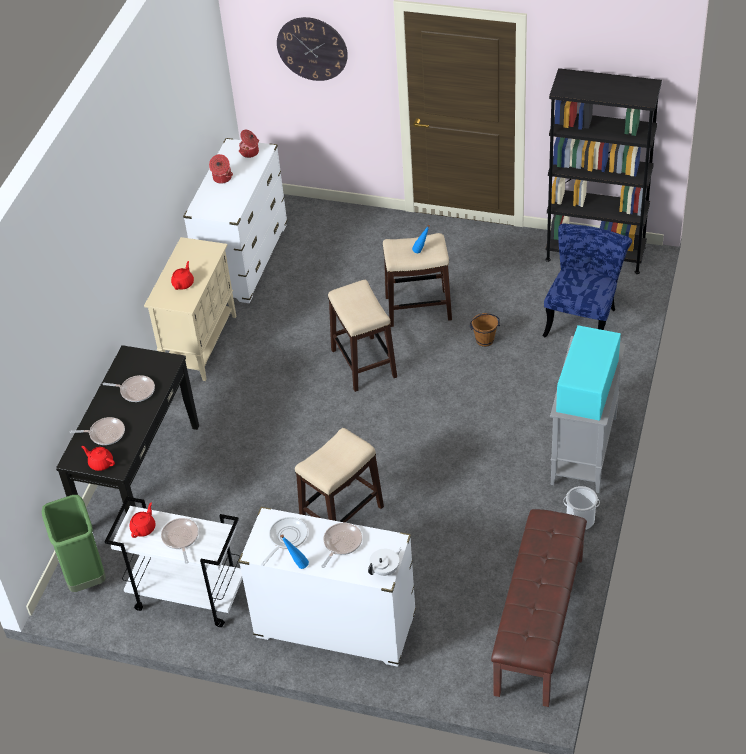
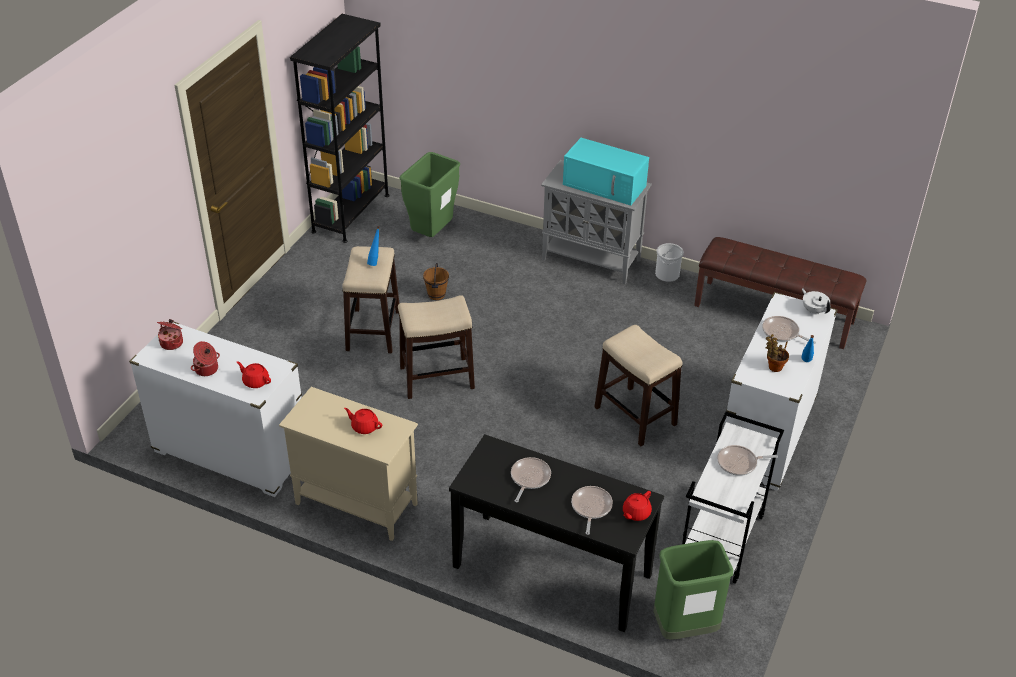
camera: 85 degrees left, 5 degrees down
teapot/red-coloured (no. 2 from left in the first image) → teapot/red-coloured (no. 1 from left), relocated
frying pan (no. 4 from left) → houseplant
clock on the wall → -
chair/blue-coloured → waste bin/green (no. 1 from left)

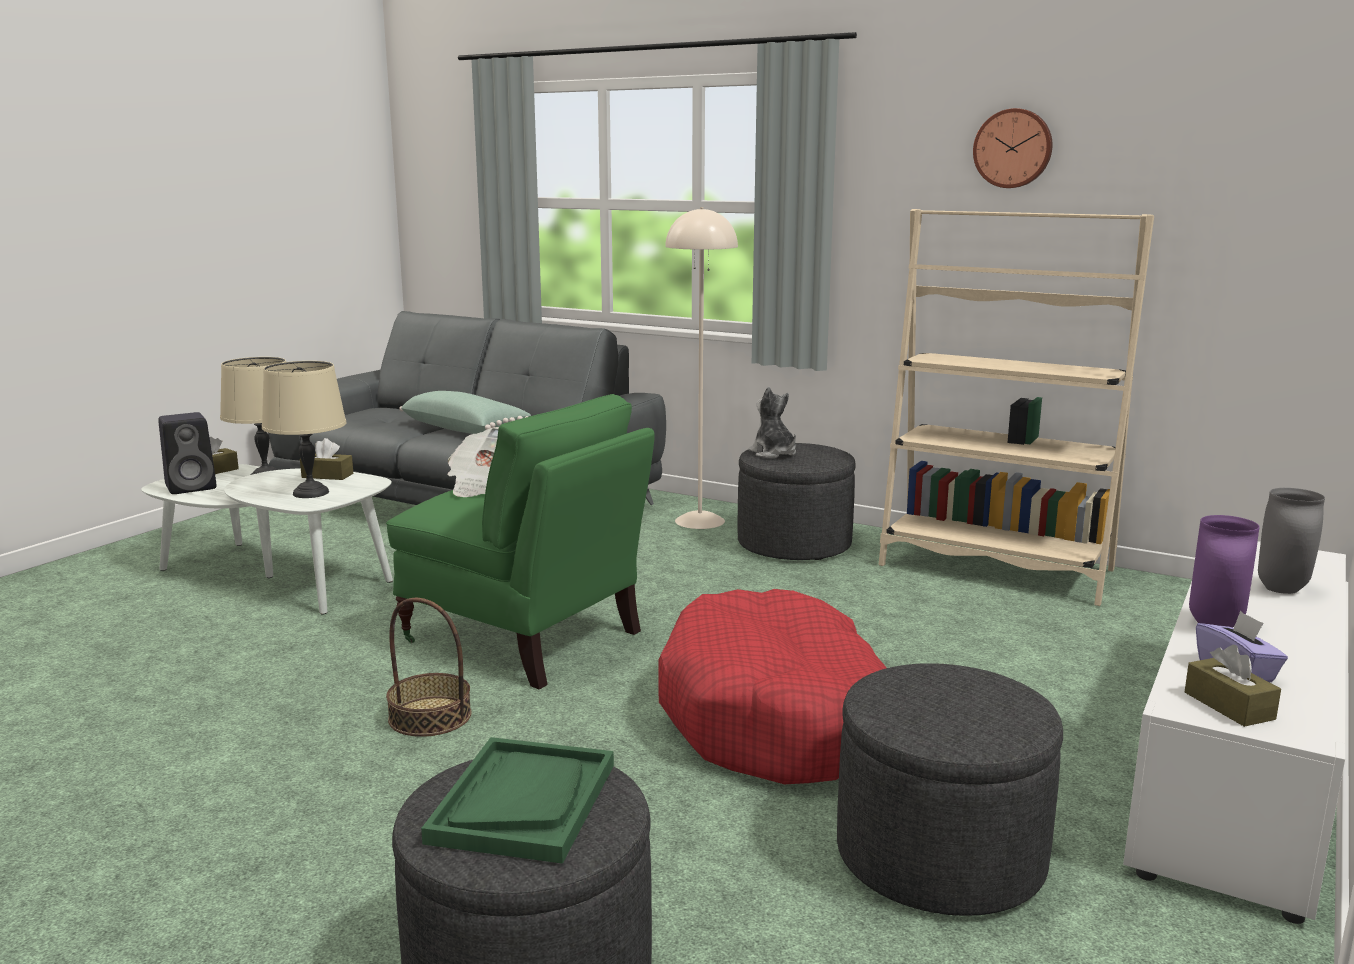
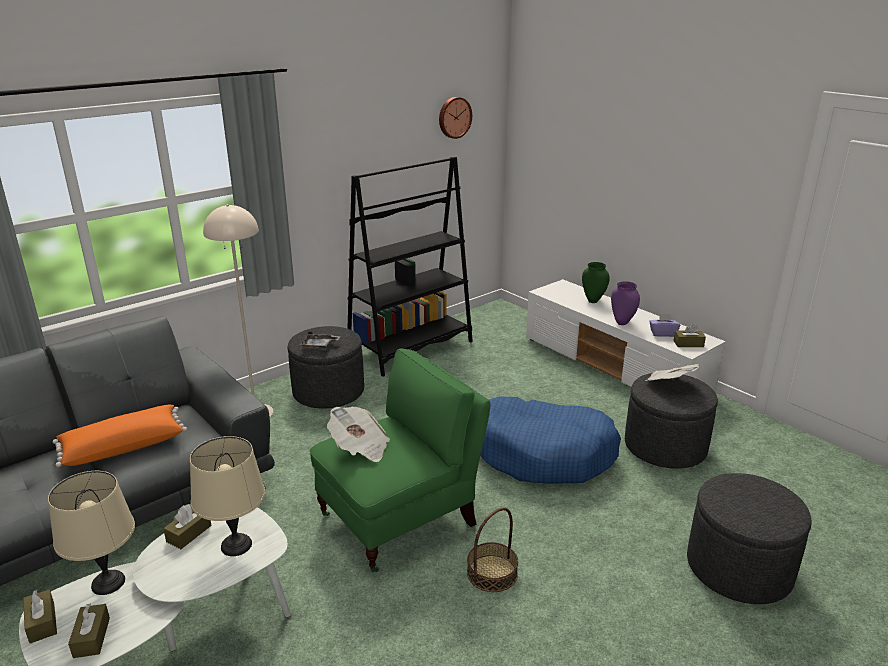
camera: 70 degrees left, 10 degrees up
speaker/blackish → tissue holder/brown-coloured (no. 2 from left)
cushion/green → cushion/orangey
carrying tray/green → -
pet bed/red-coloured → pet bed/blue-coloured
plush toy → carrying tray/grey
shelving unit/beige → shelving unit/blackish
clock on the wall, relocated
flower vase/grey → flower vase/green
- → daily paper (no. 2 from left)

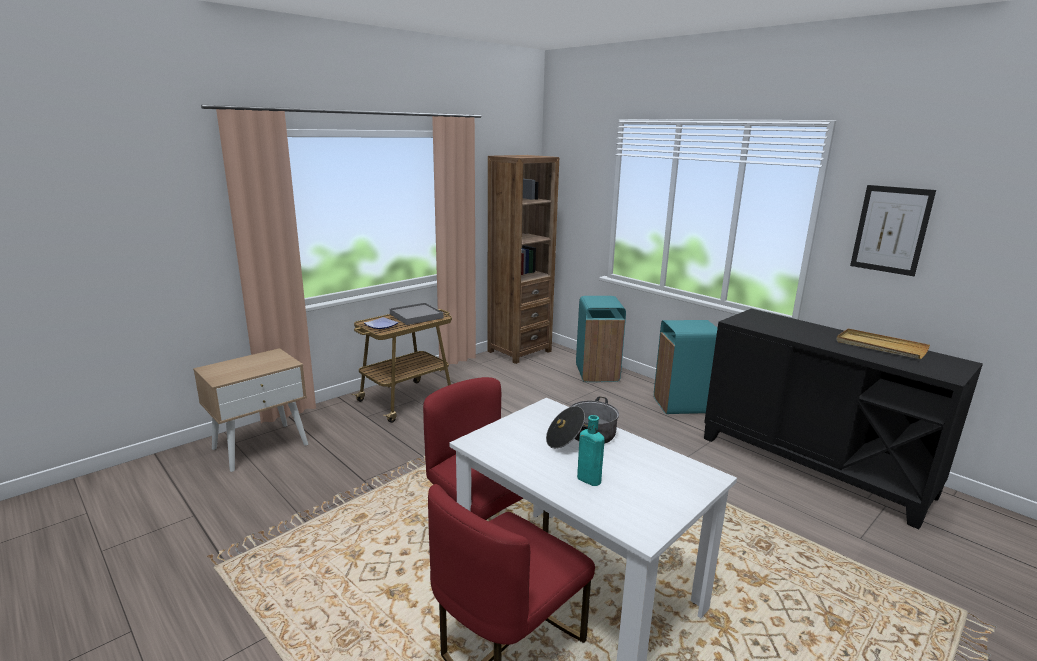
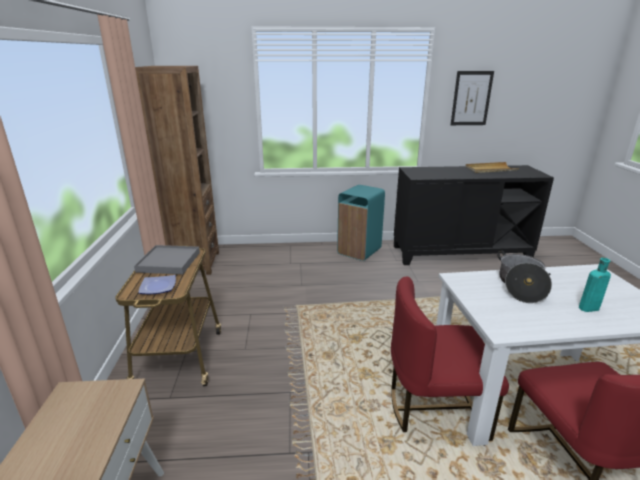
camera: 50 degrees left, 5 degrees up
waste bin/blue-green (no. 1 from left) → -

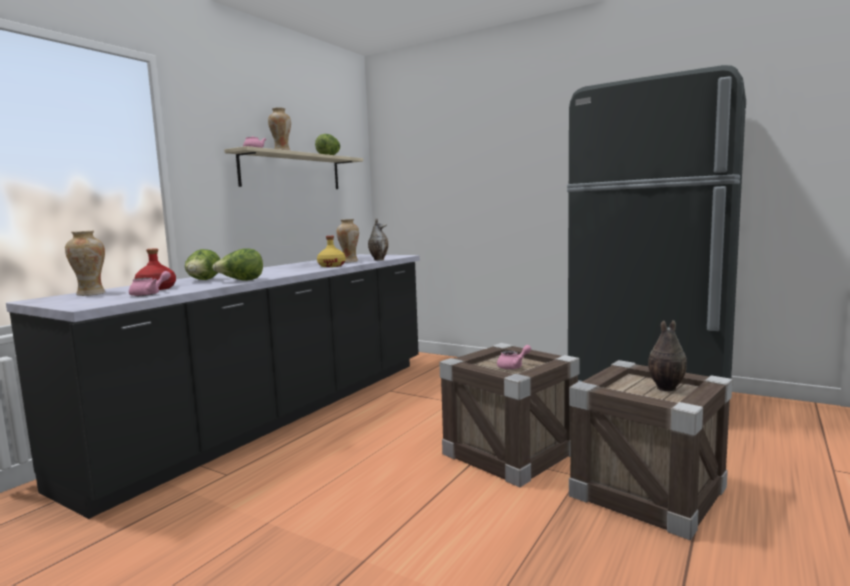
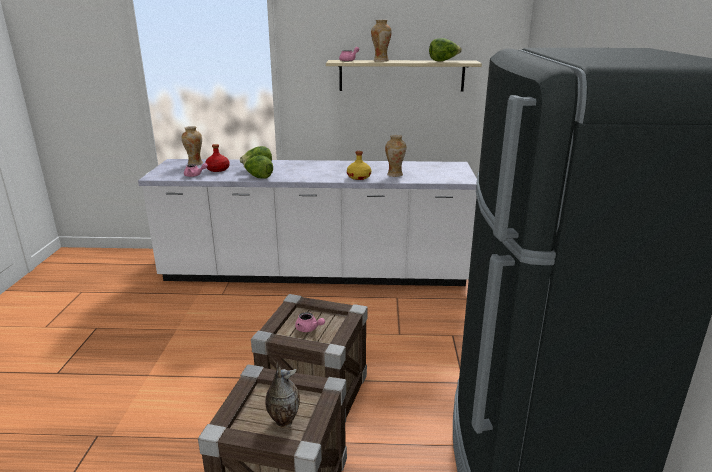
camera: 60 degrees right, 15 degrees up
kitchen counter/blackish → kitchen counter/white-coloured
flower vase (no. 4 from left) → -

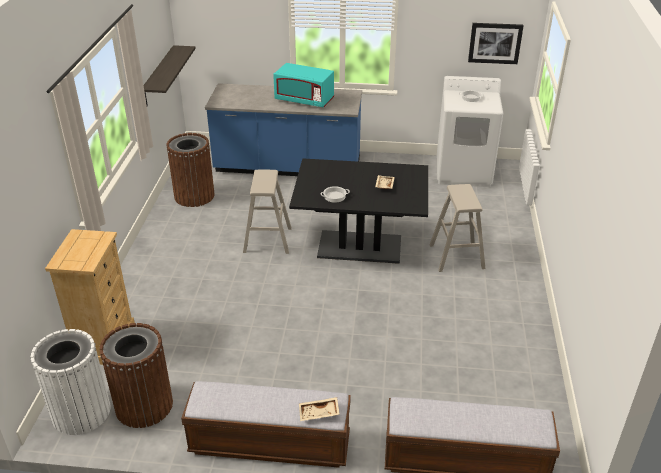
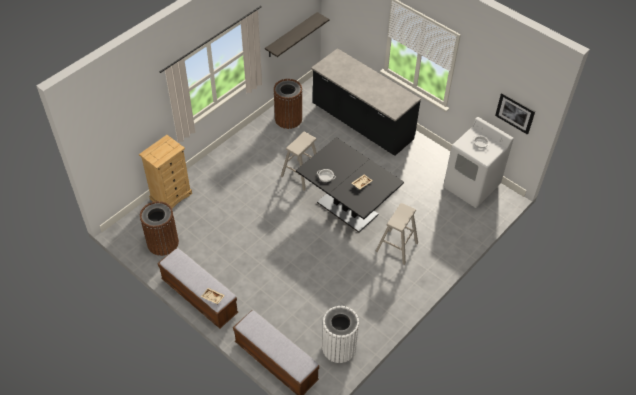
camera: 35 degrees right, 15 degrees up
waste bin/white-coloured, relocated
kitchen counter/blue-coloured → kitchen counter/blackish
kitchen microwave/blue-green → -

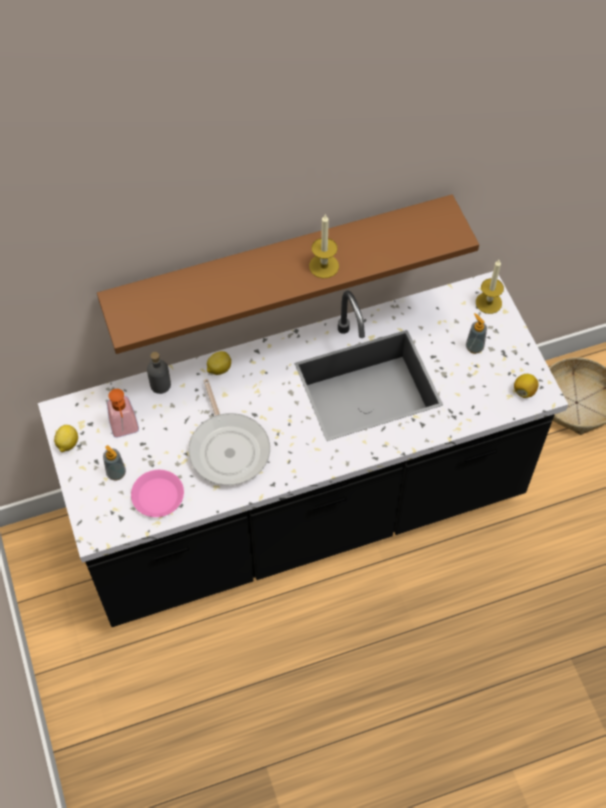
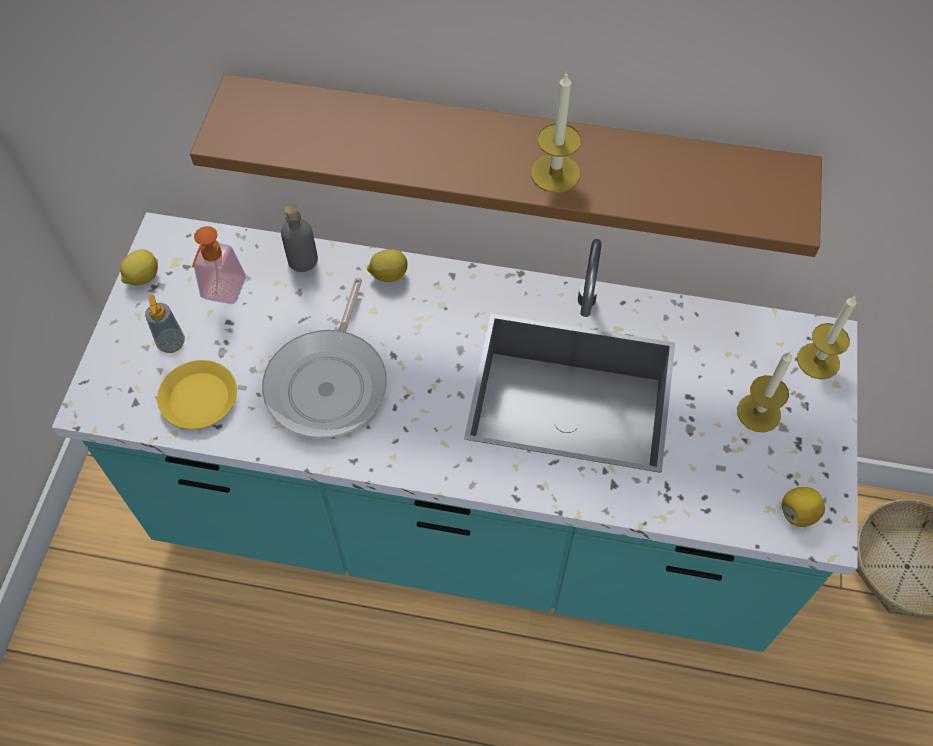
camera: 30 degrees right, 0 degrees up
kitchen counter/blackish → kitchen counter/blue-green
dinner plate/pink → dinner plate/yellow
liquid soap bottle (no. 3 from left) → wax candle (no. 2 from left)

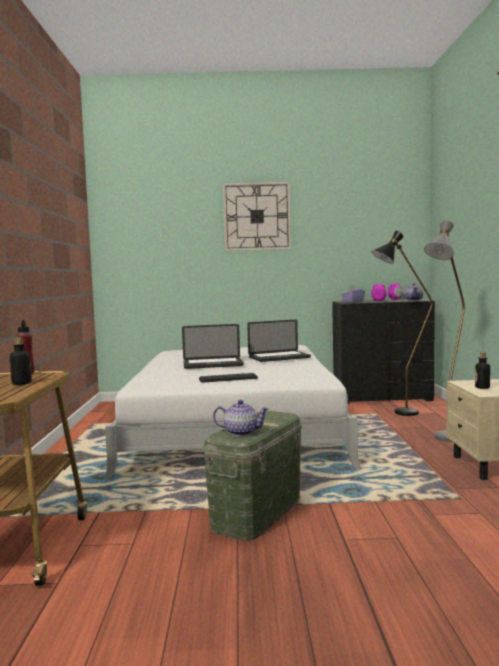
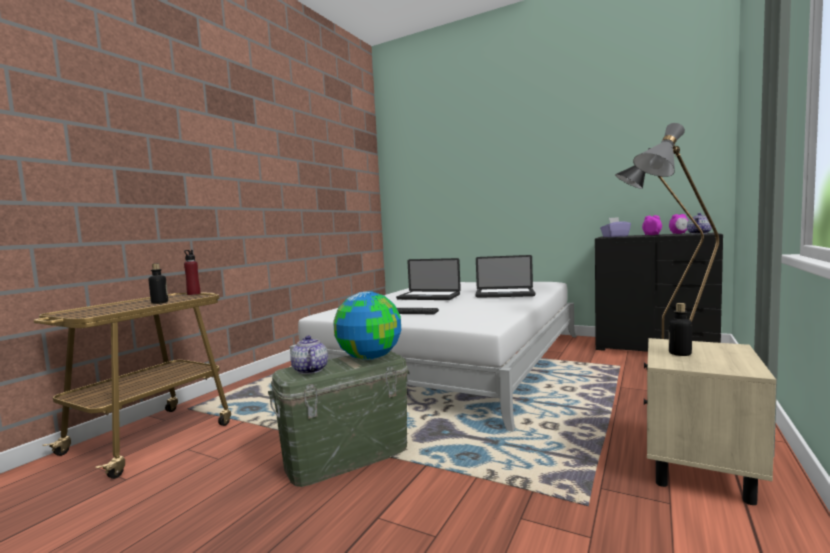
camera: 30 degrees right, 0 degrees up
teapot (no. 1 from left), 150 degrees counterclockwise
clock on the wall → -
- → globe

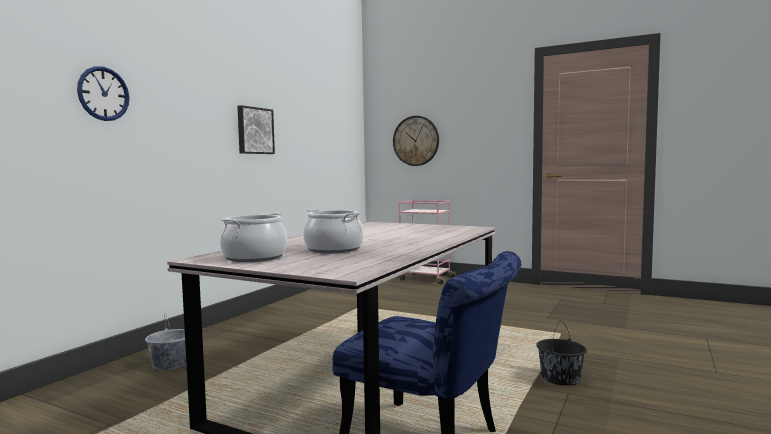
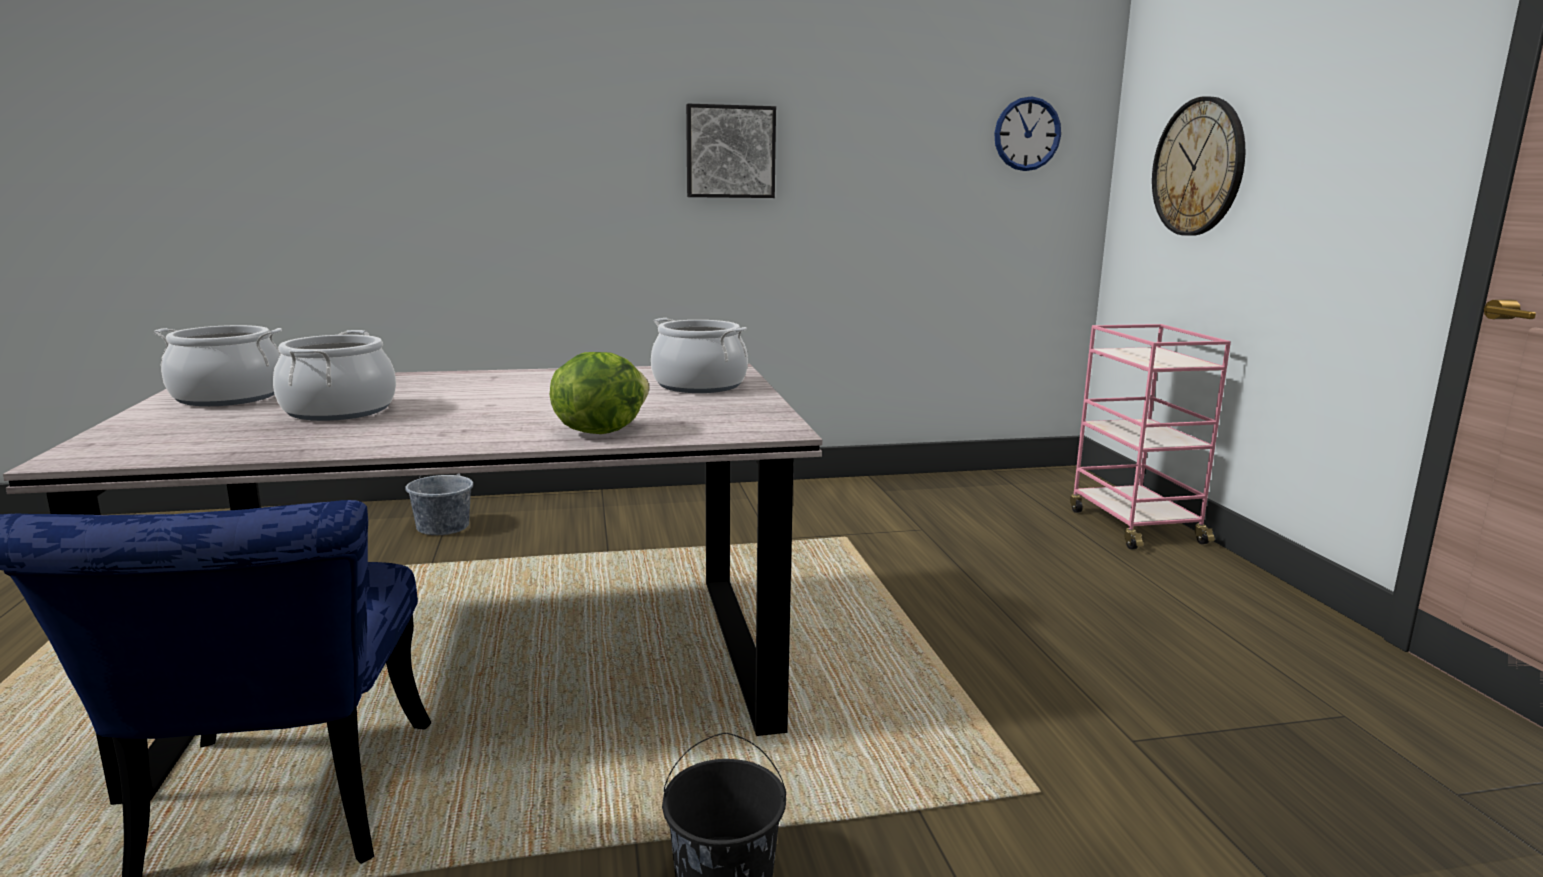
camera: 50 degrees right, 10 degrees up
clock on the wall (no. 1 from left), relocated
- → head of lettuce
- → cooking pot (no. 3 from left)

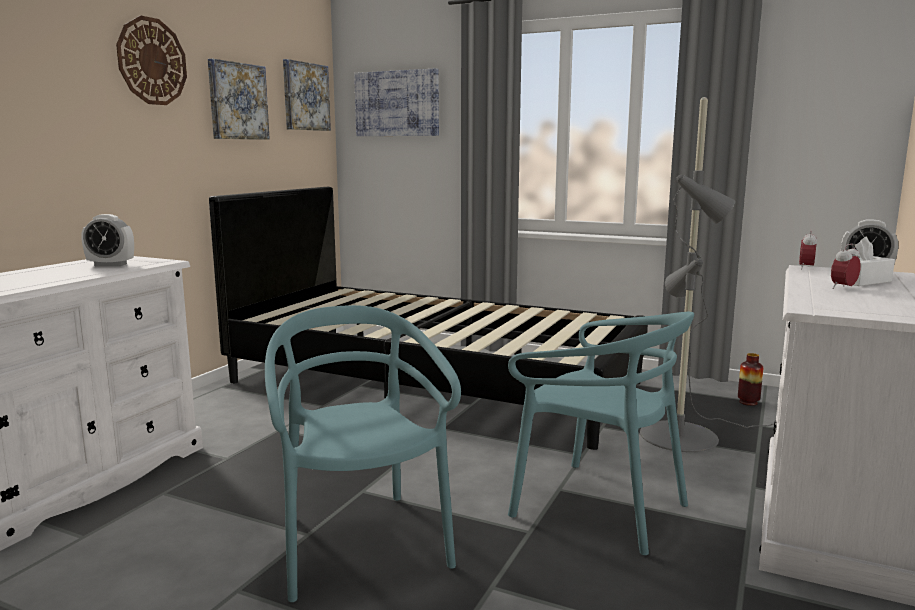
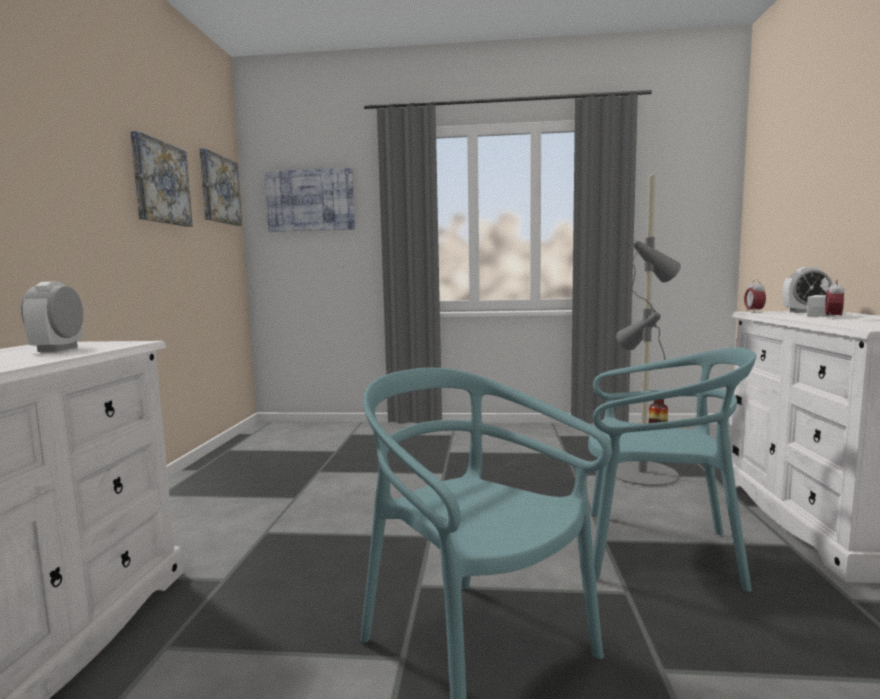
camera: 20 degrees left, 5 degrees down
table clock (no. 1 from left), 105 degrees clockwise
clock on the wall → -
sleeping bed/blackish → -

